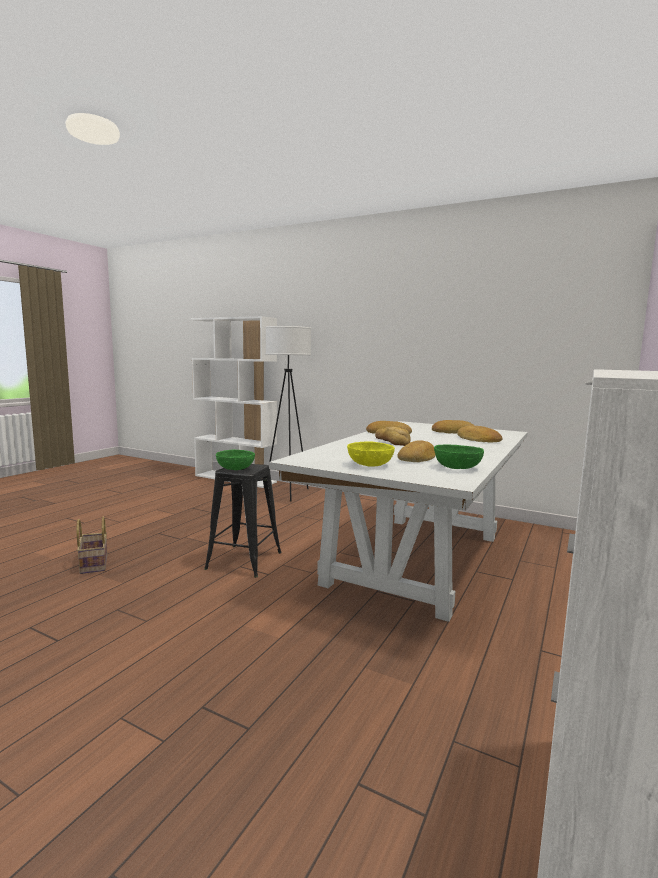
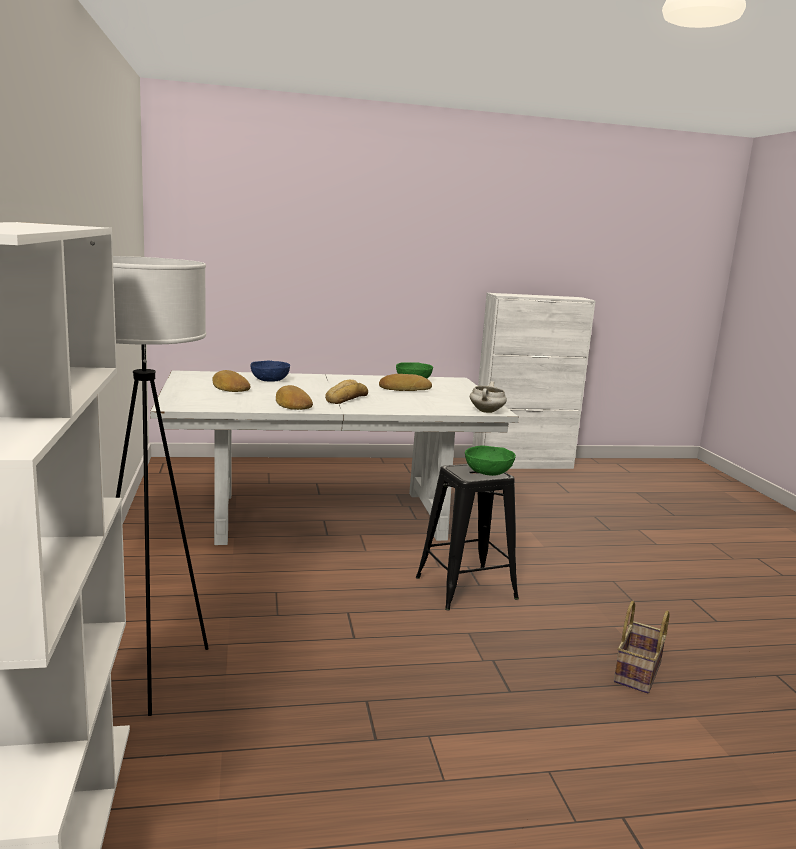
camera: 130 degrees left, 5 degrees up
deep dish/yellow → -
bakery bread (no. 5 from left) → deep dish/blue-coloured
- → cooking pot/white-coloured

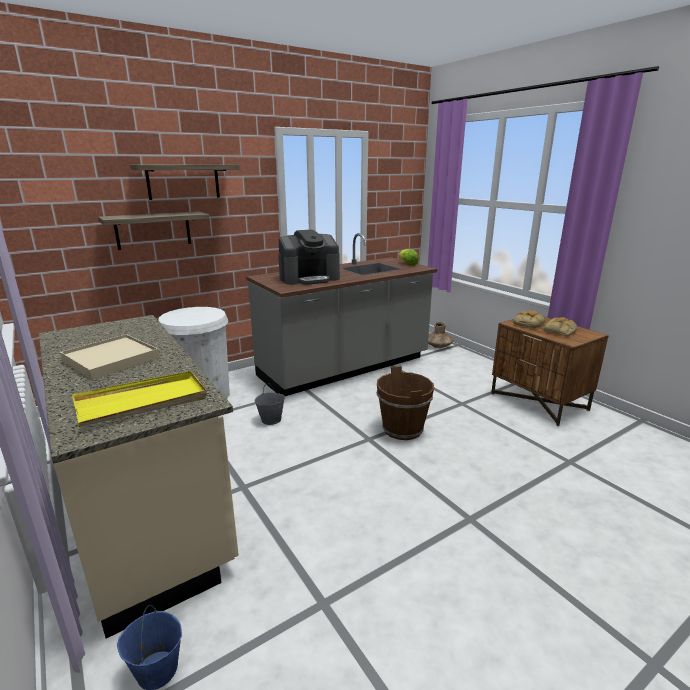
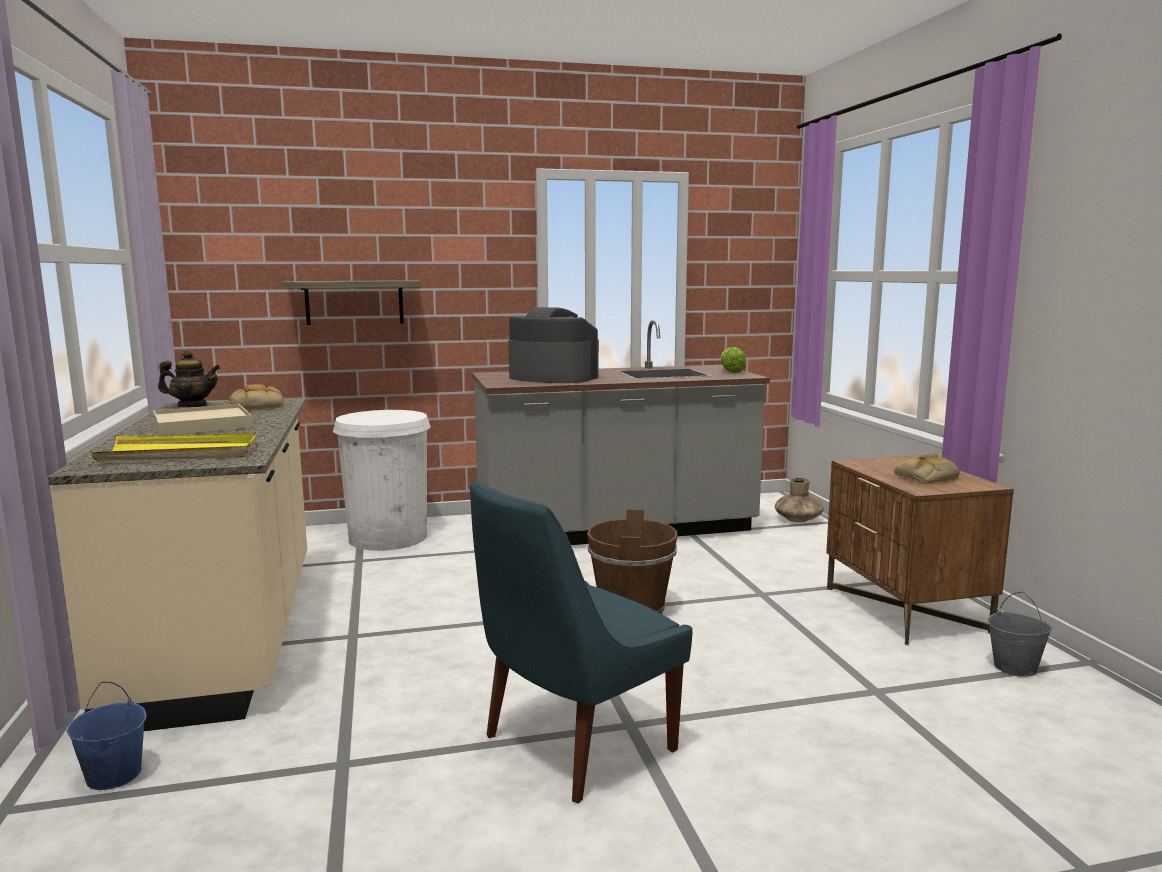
camera: 20 degrees right, 10 degrees down
wall shelf (no. 2 from left) → -
bucket/grey, relocated
coffee maker, 150 degrees counterclockwise
bakery bread (no. 1 from left), relocated
- → teapot
- → chair/blue-coloured

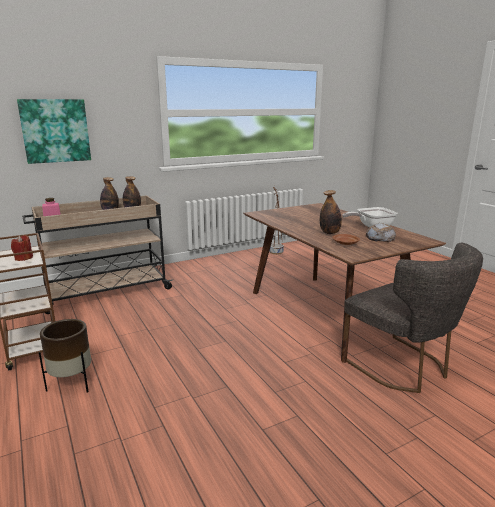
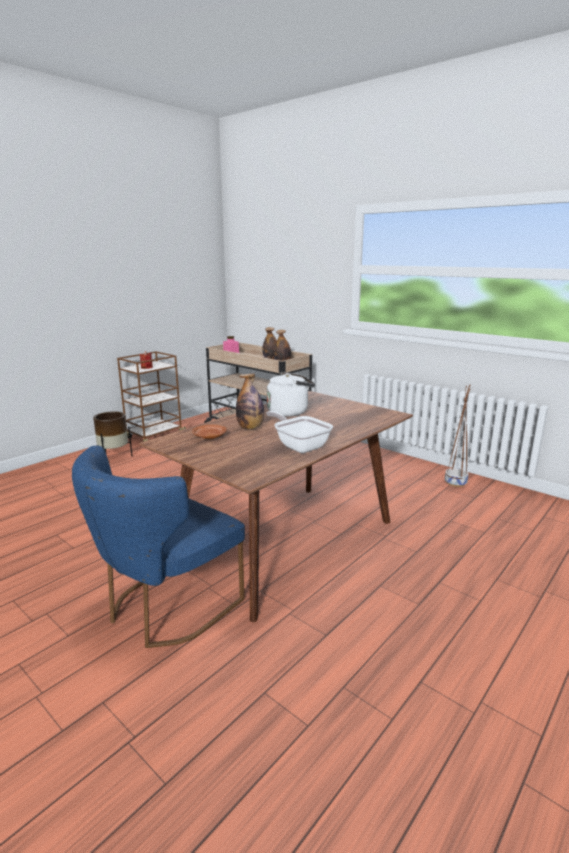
camera: 70 degrees right, 0 degrees up
wall art → -
chair/grey → chair/blue-coloured
bakery bread → -
- → water kettle/white-coloured

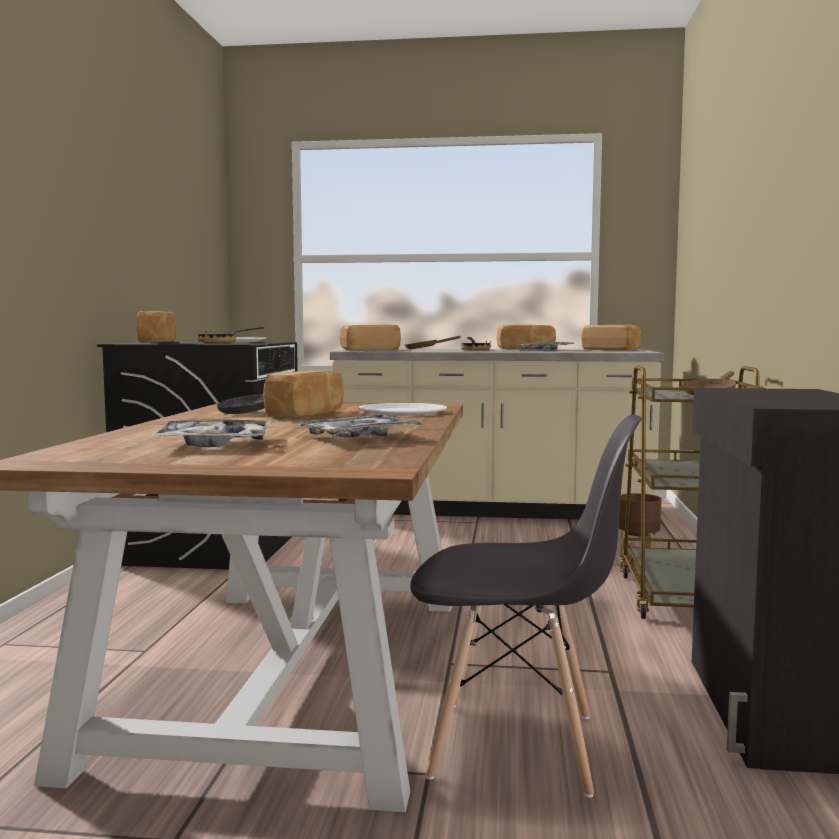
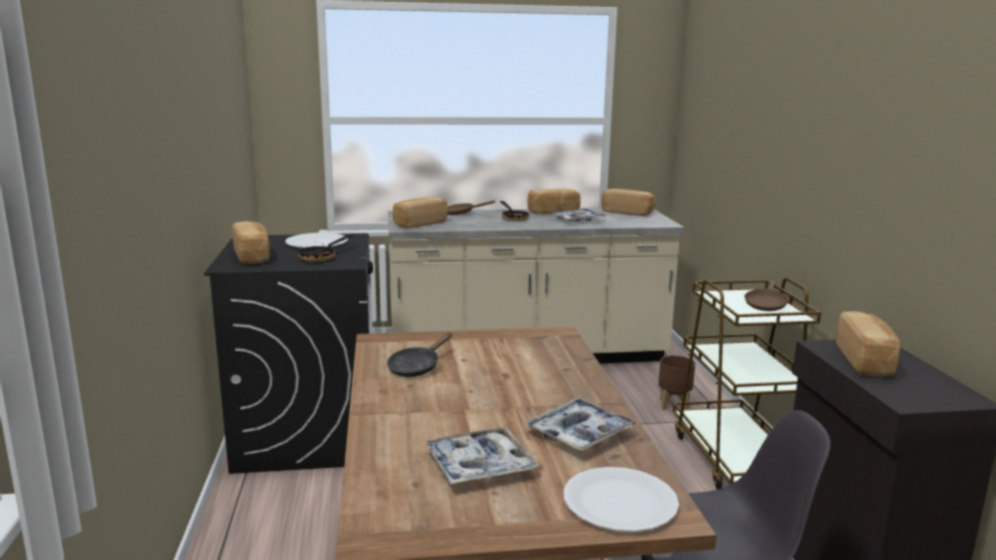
camera: 15 degrees left, 10 degrees up
bakery bread (no. 2 from left in the first image) → bakery bread (no. 5 from left), relocated
dinner plate/white-coloured (no. 2 from left), relocated

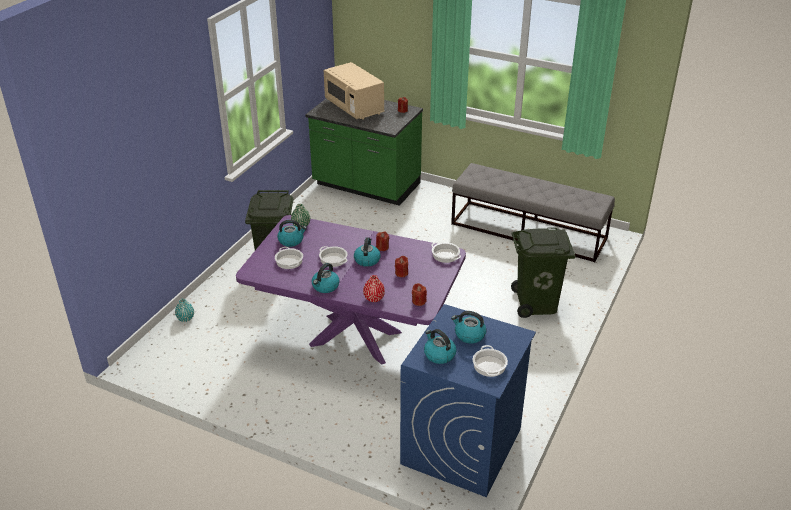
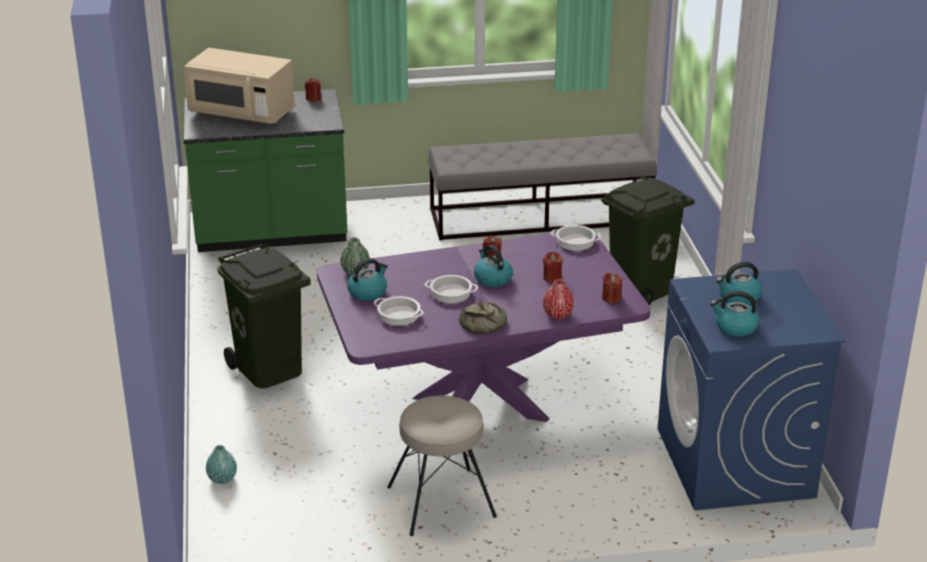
camera: 35 degrees left, 5 degrees down
water kettle (no. 2 from left) → bakery bread
cooking pot (no. 4 from left) → -
- → stool seat/beige

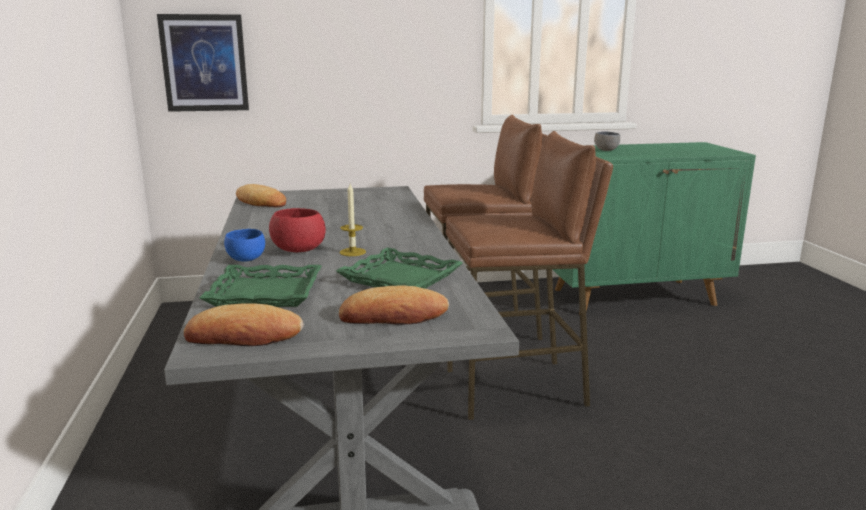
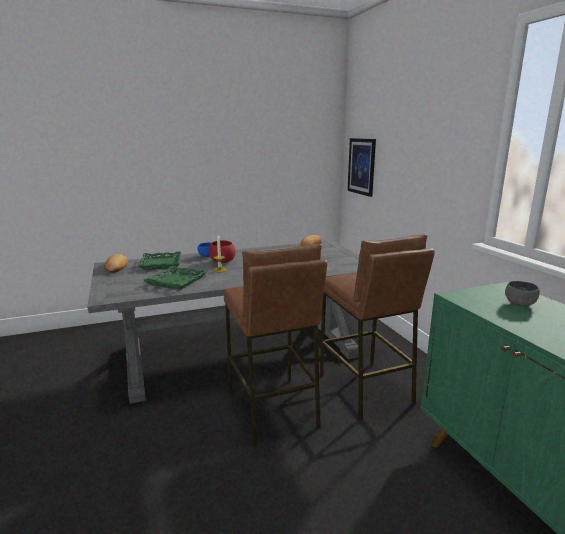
camera: 80 degrees right, 0 degrees up
bakery bread (no. 3 from left) → -

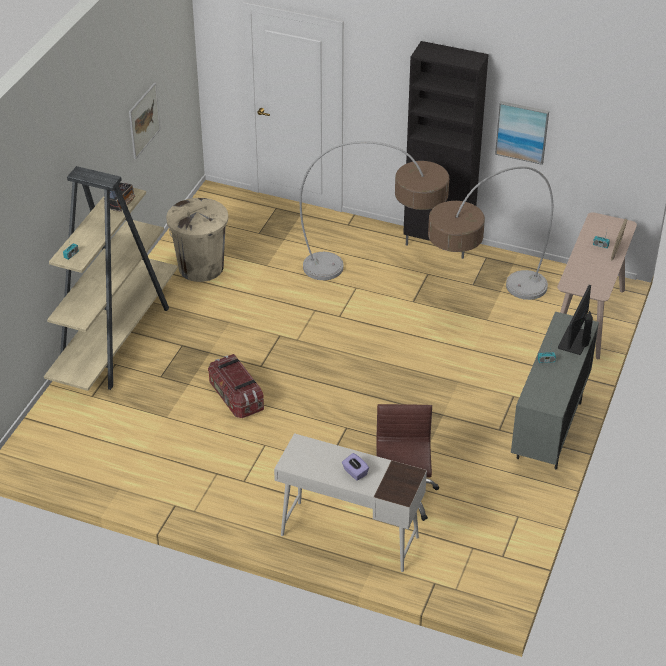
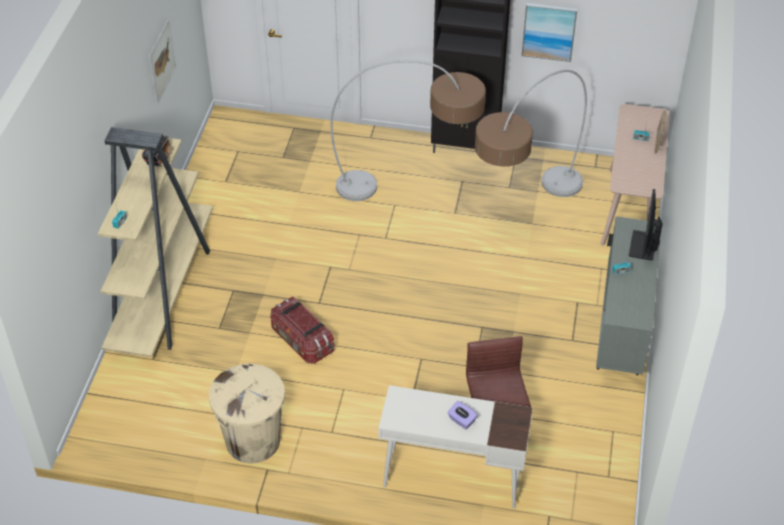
camera: 10 degrees left, 5 degrees up
waste bin/beige, relocated

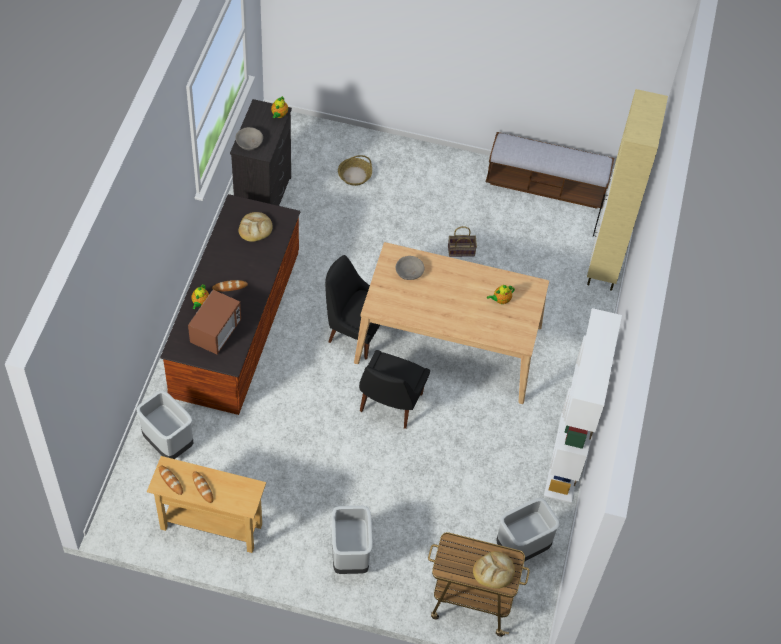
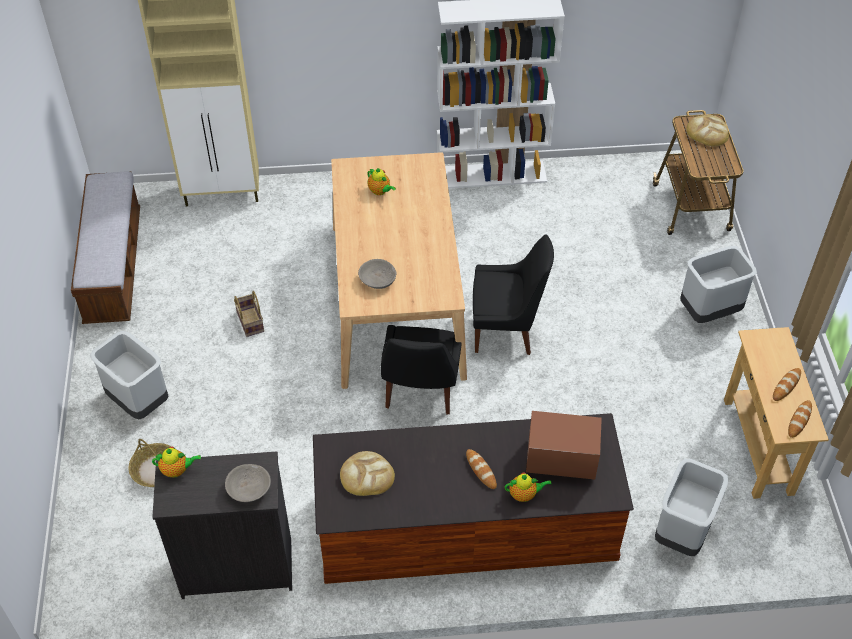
camera: 105 degrees left, 5 degrees down
waste bin/grey (no. 3 from left in the first image) → waste bin/grey (no. 1 from left), relocated

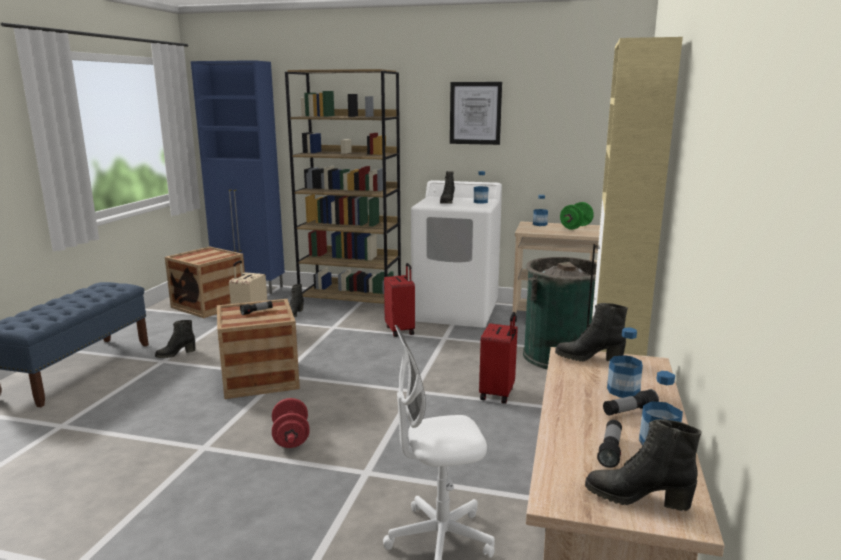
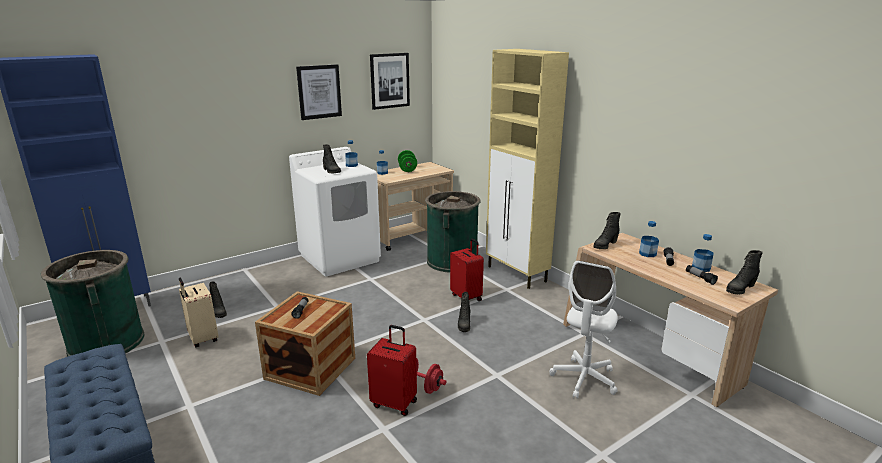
camera: 50 degrees left, 5 degrees up
tall boot/blackish (no. 1 from left in the first image) → tall boot/blackish (no. 3 from left), relocated
packing crate (no. 1 from left) → waste bin/green (no. 1 from left)
shelving unit/brown-coloured → -
suitcase/red-coloured (no. 1 from left), relocated
- → wall art (no. 2 from left)

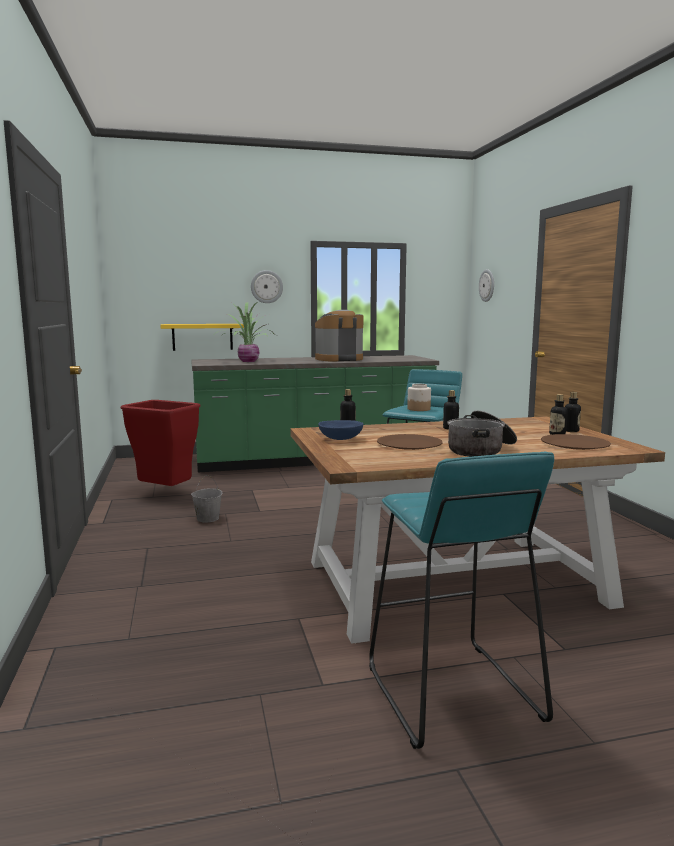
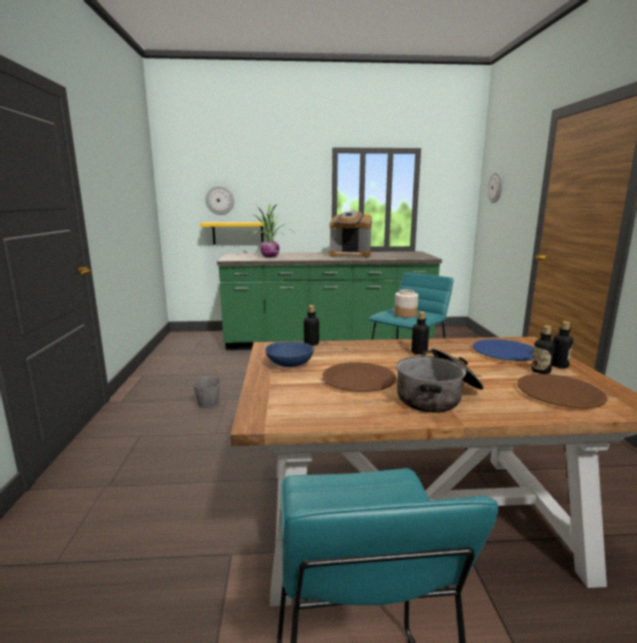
camera: 10 degrees right, 5 degrees up
waste bin/red-coloured → -
clock on the wall (no. 1 from left), relocated
coffee maker, 150 degrees counterclockwise
- → dinner plate/blue-coloured

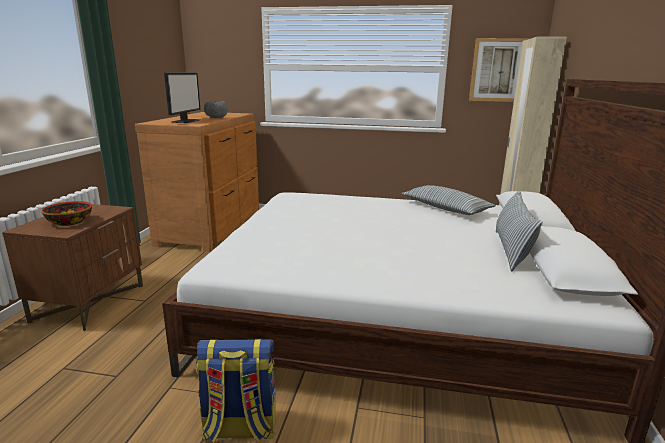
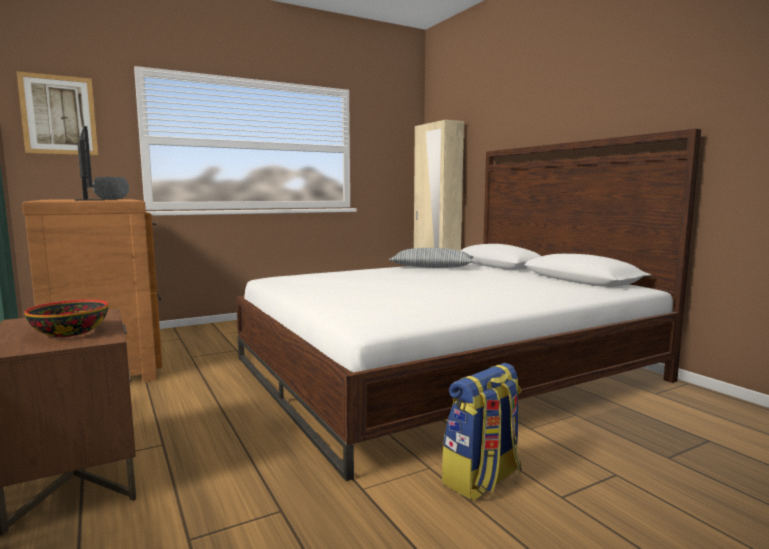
camera: 40 degrees left, 10 degrees down
wall art, relocated
cushion (no. 2 from left) → -

